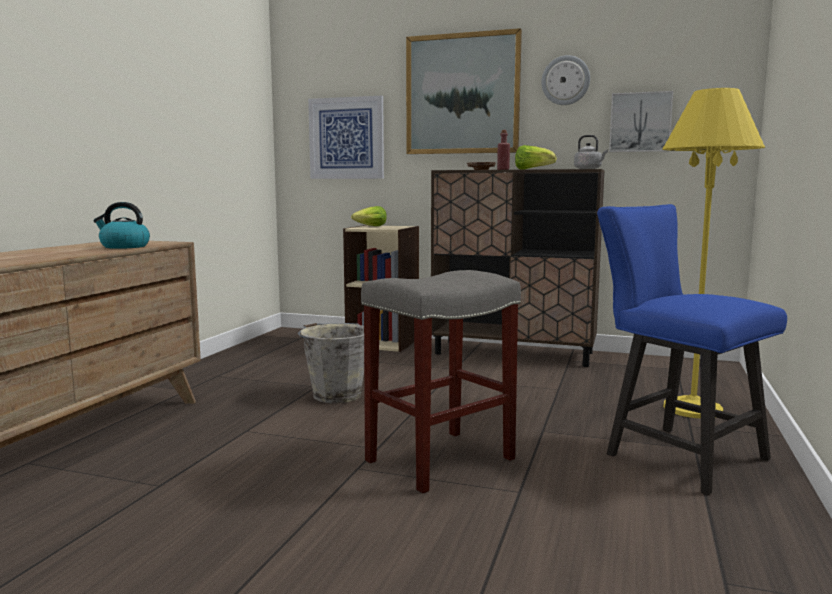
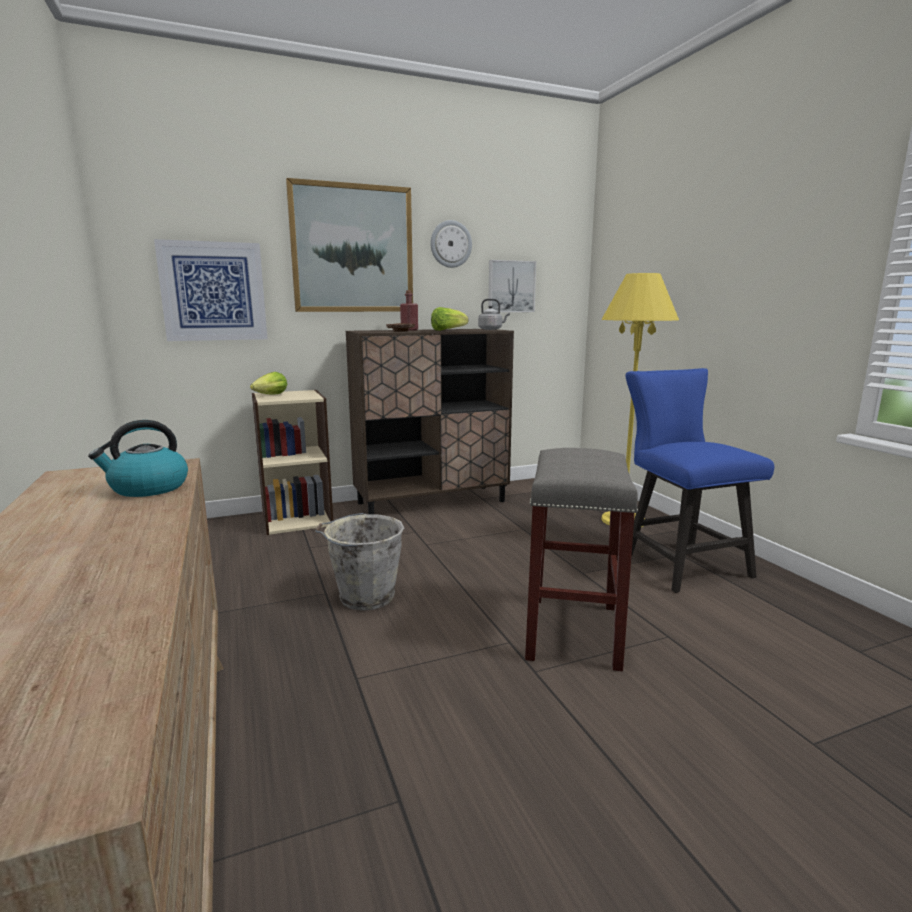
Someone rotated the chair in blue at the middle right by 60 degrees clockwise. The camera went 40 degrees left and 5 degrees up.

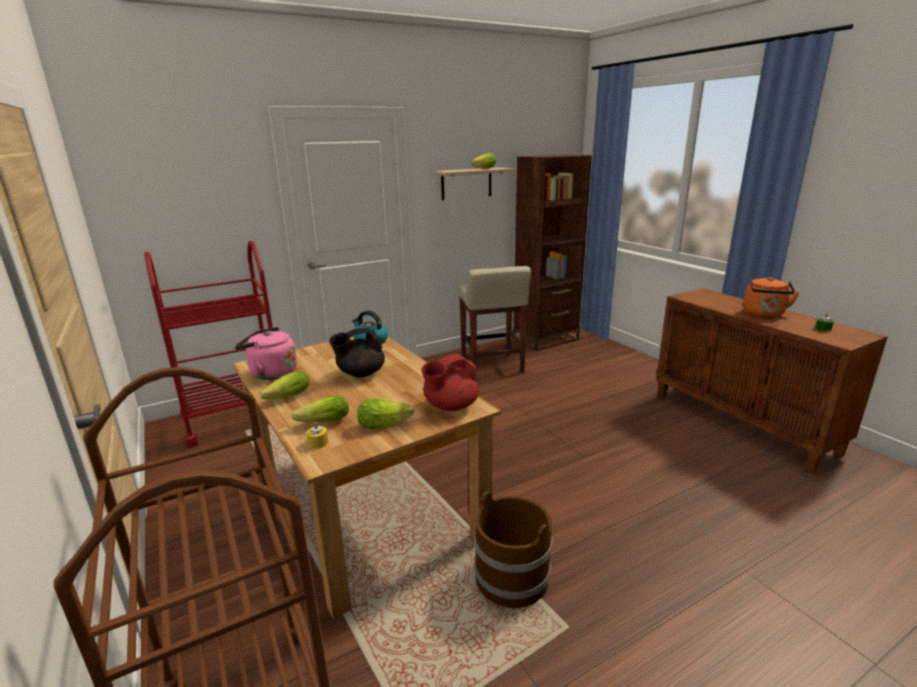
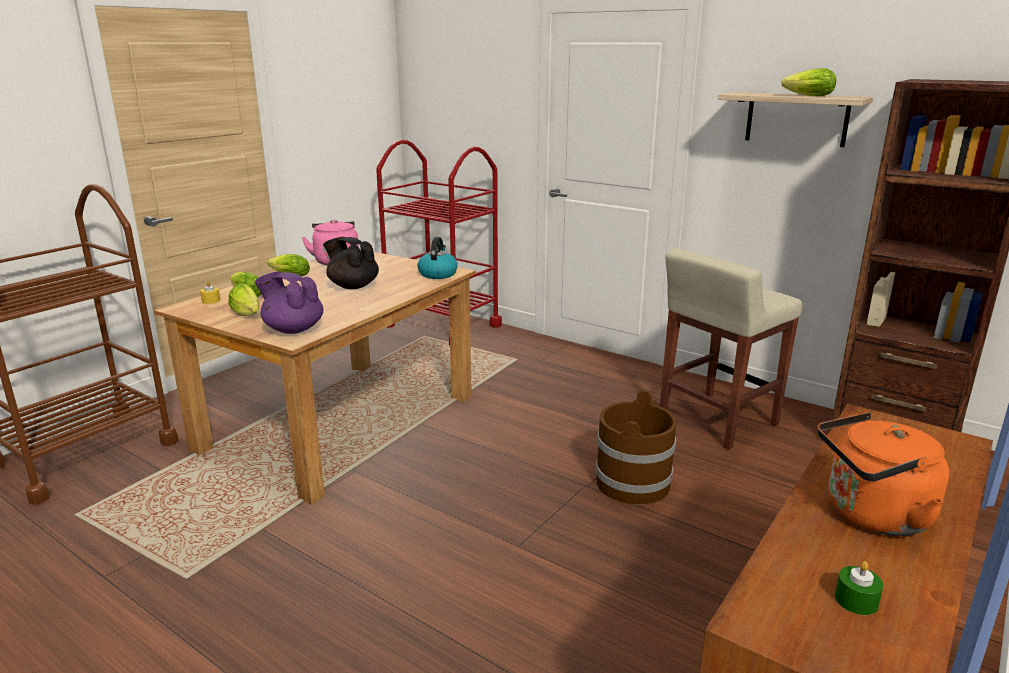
Someone repainted the teapot in red at the centre, which became the teapot in purple at the middle left. Someone carried the bucket in brown from the bottom centre to the centre. The camera went 65 degrees right and 0 degrees up.

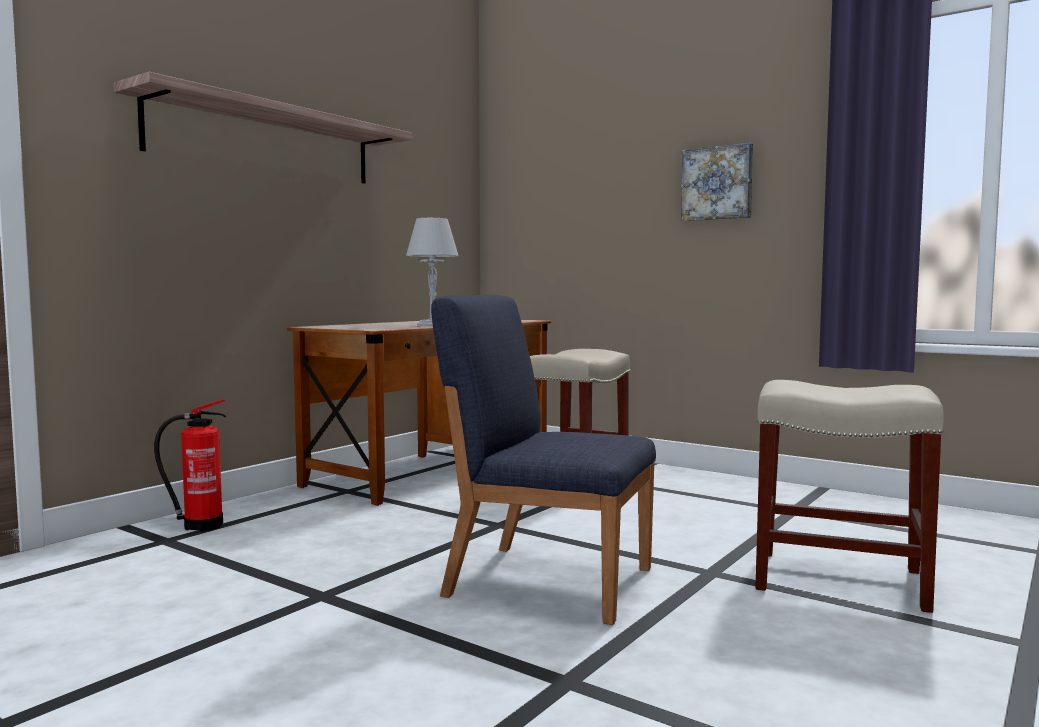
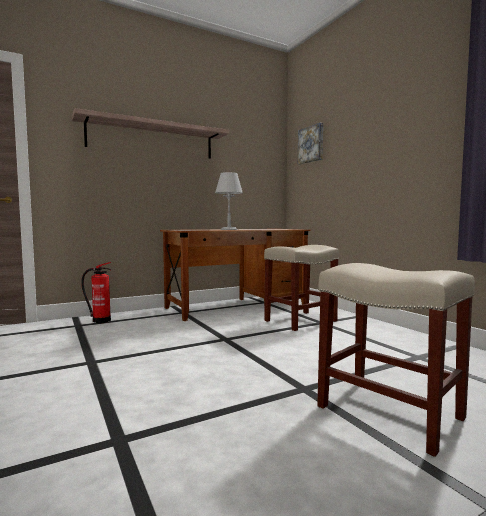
Someone carried the picture from the top right to the top centre. Someone took away the chair in blue at the centre. The camera went 25 degrees right and 0 degrees up.

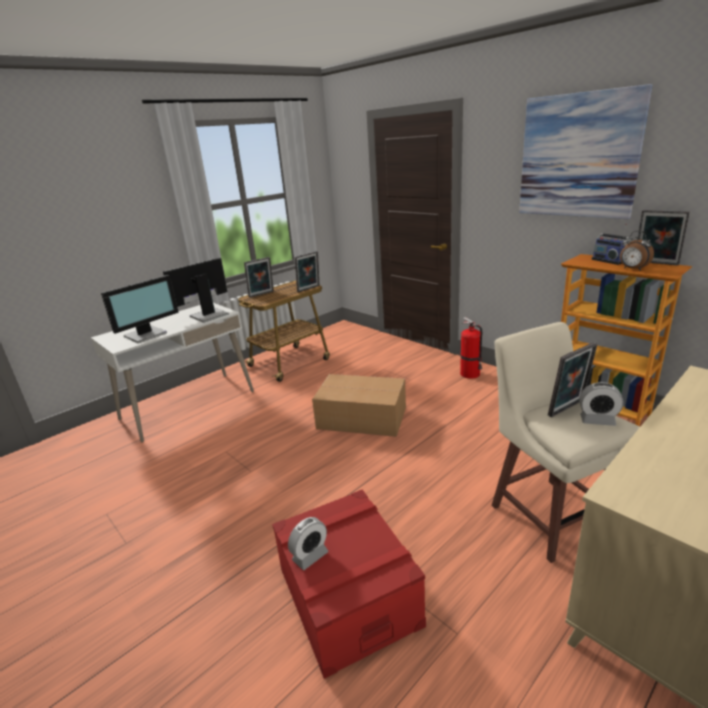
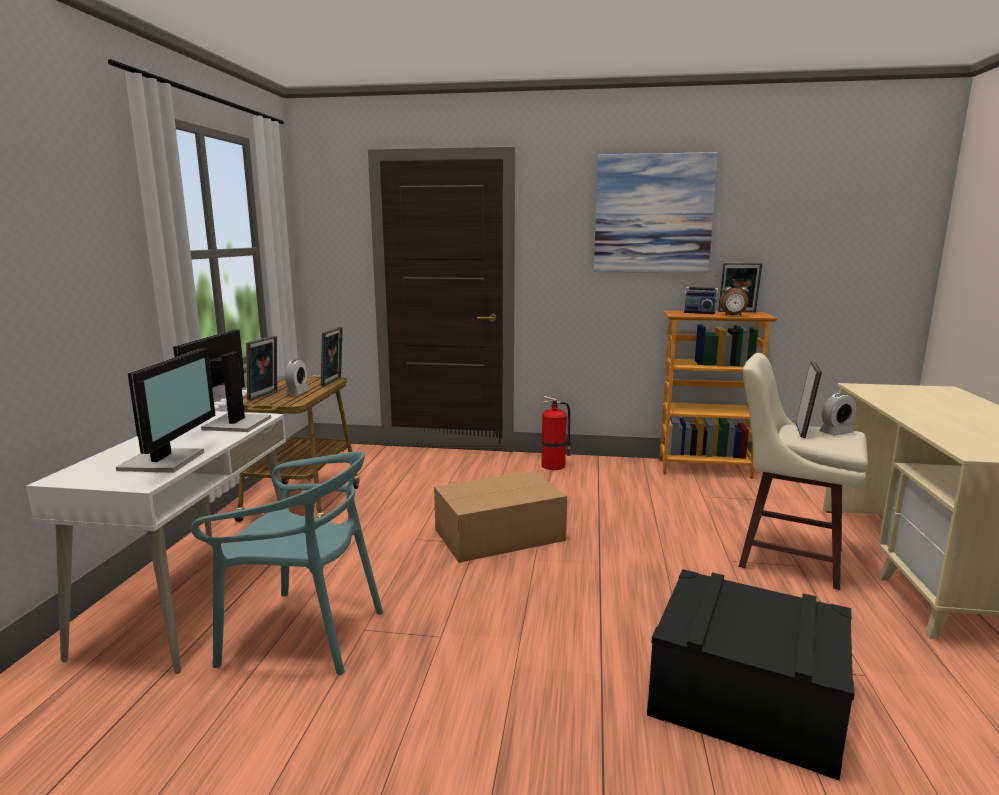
Someone repainted the storage box in red at the bottom centre, which became the storage box in black at the bottom right. Someone carried the alarm clock (no. 1 from left) from the bottom centre to the middle left. Someone put down the chair in turquoise at the bottom left. The camera went 40 degrees left and 10 degrees down.

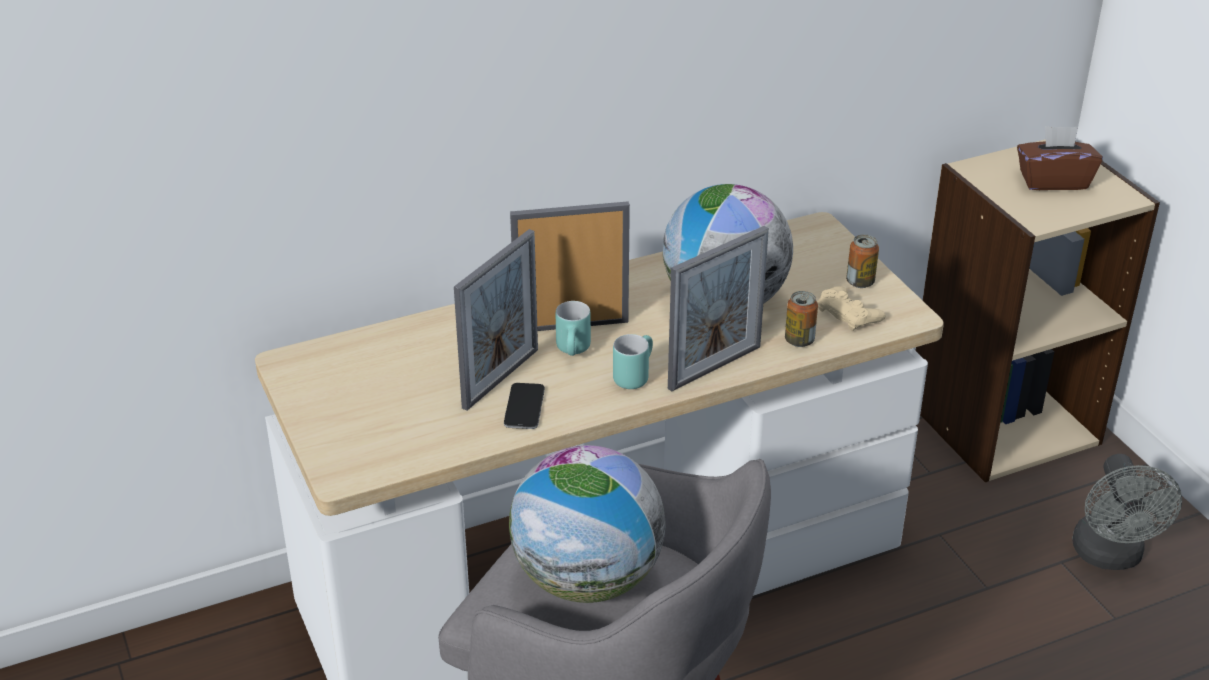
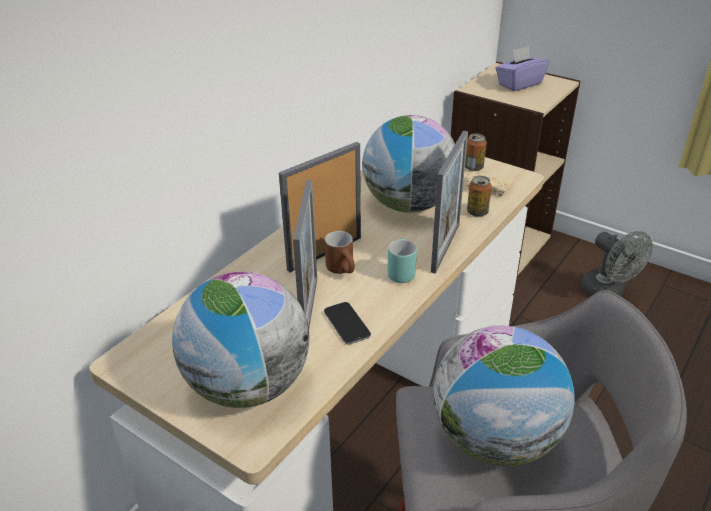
Someone repainted the tissue box in brown at the top right, which became the tissue box in purple at the top right. Someone repainted the mug in turquoise (no. 1 from left) at the centre, which became the mug in brown at the centre. Someone put down the globe (no. 1 from left) at the centre. The camera went 30 degrees left and 0 degrees up.

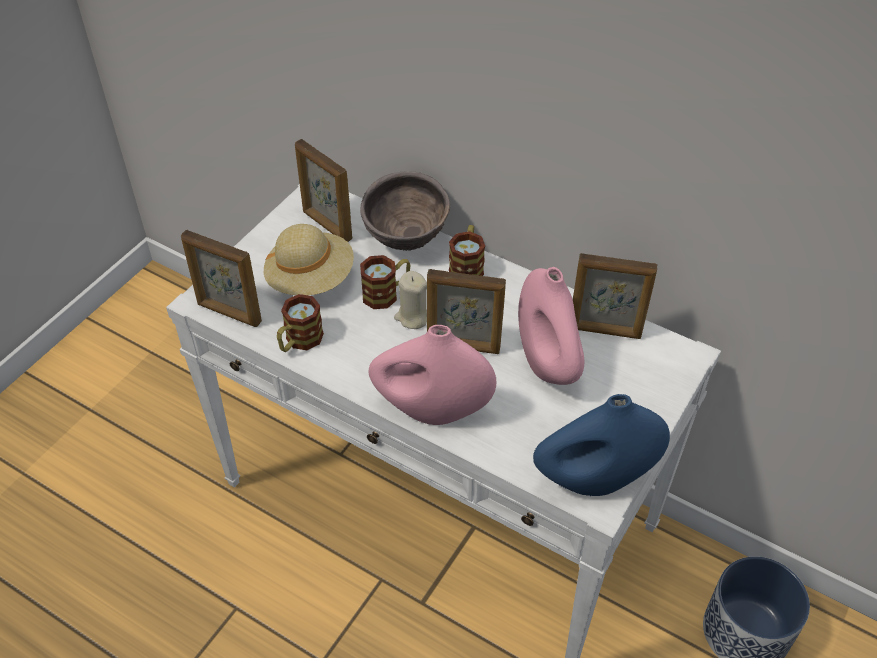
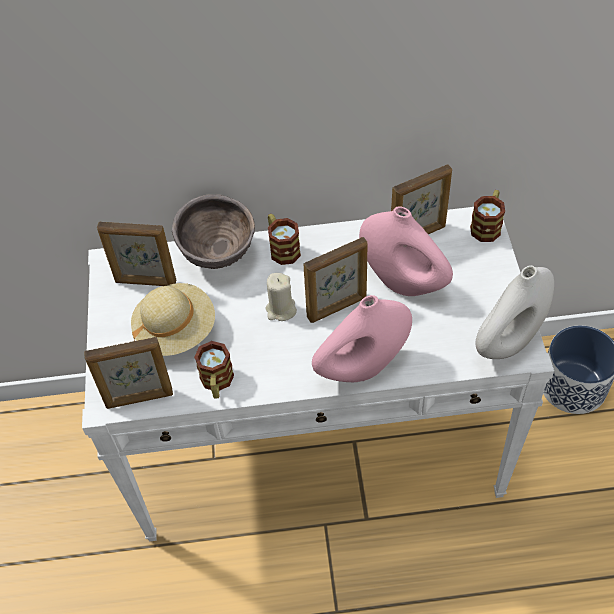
Someone carried the mug (no. 2 from left in the first image) from the centre to the middle right. Someone repainted the vase in blue at the bottom right, which became the vase in white at the middle right. The camera went 35 degrees left and 5 degrees up.

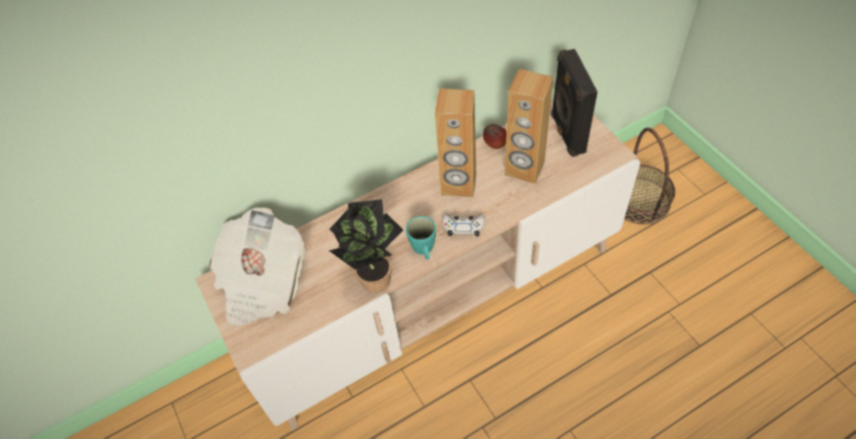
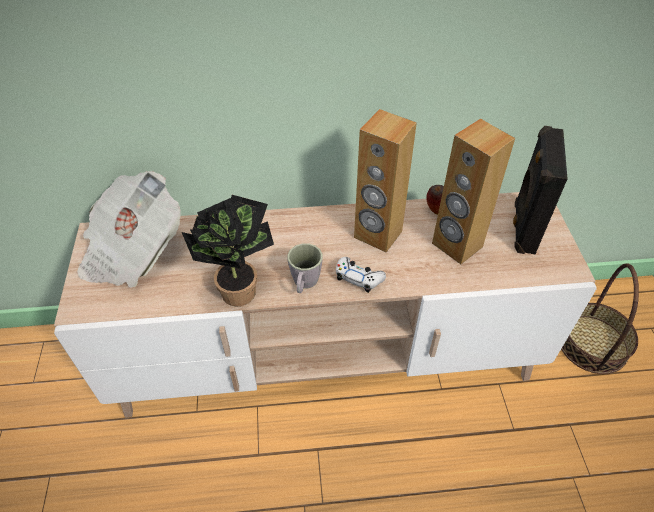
Someone repainted the mug in turquoise at the centre, which became the mug in grey at the centre. The camera went 20 degrees right and 5 degrees down.

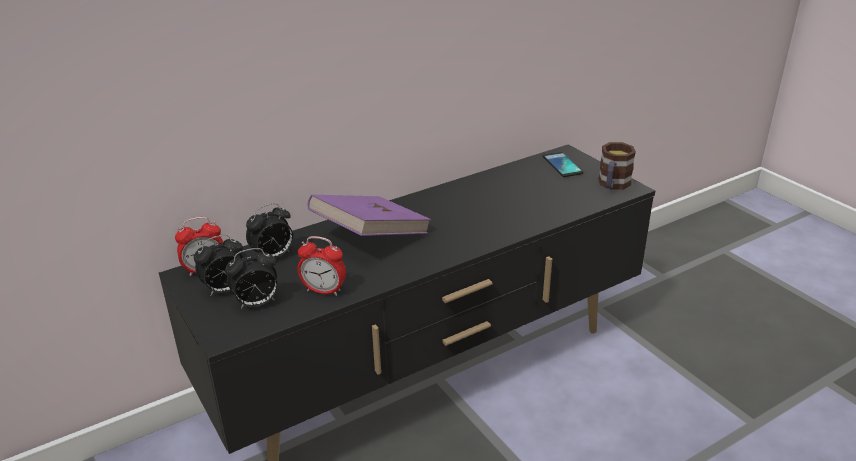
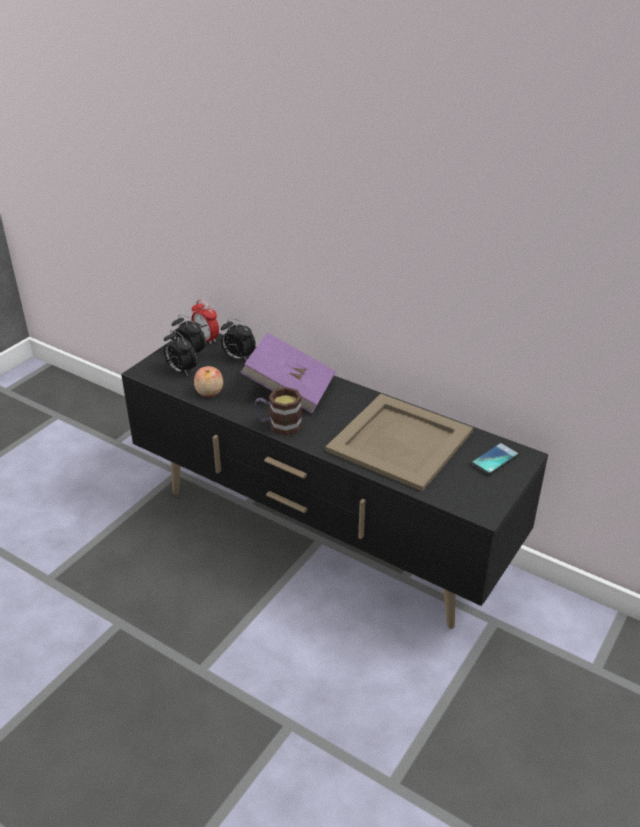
Someone carried the mug from the middle right to the centre. Someone swapped the alarm clock (no. 5 from left) at the centre for the apple at the middle left. Someone put down the tray in beige at the centre. The camera went 65 degrees right and 5 degrees up.

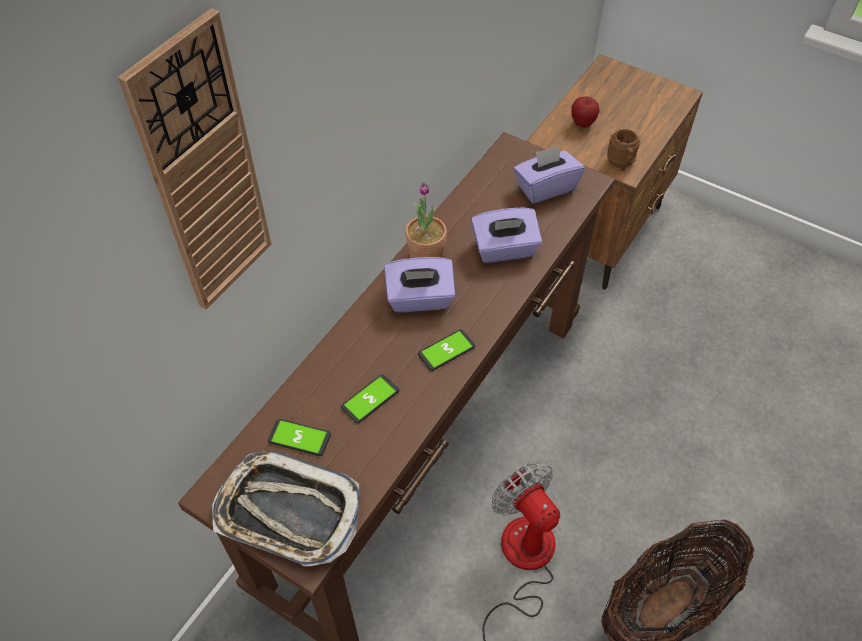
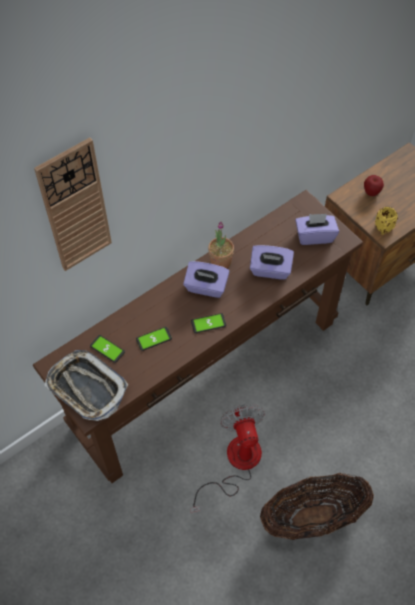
Someone repainted the mug in brown at the top right, which became the mug in yellow at the middle right. The camera went 20 degrees right and 5 degrees up.

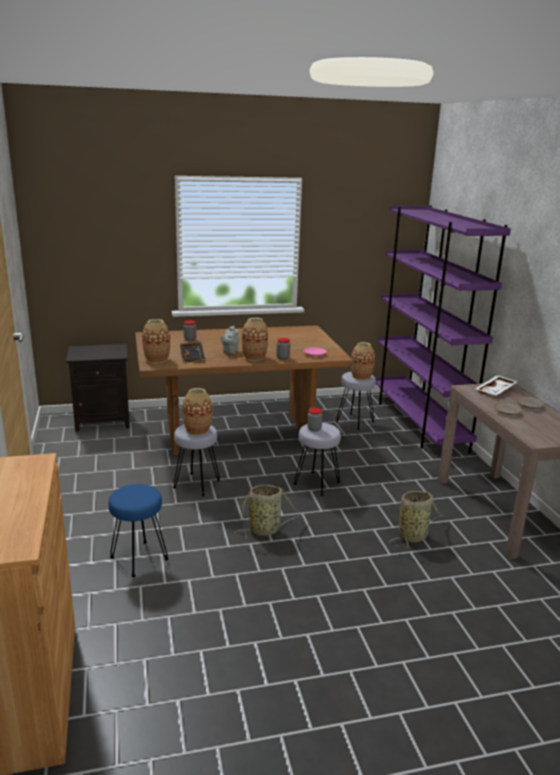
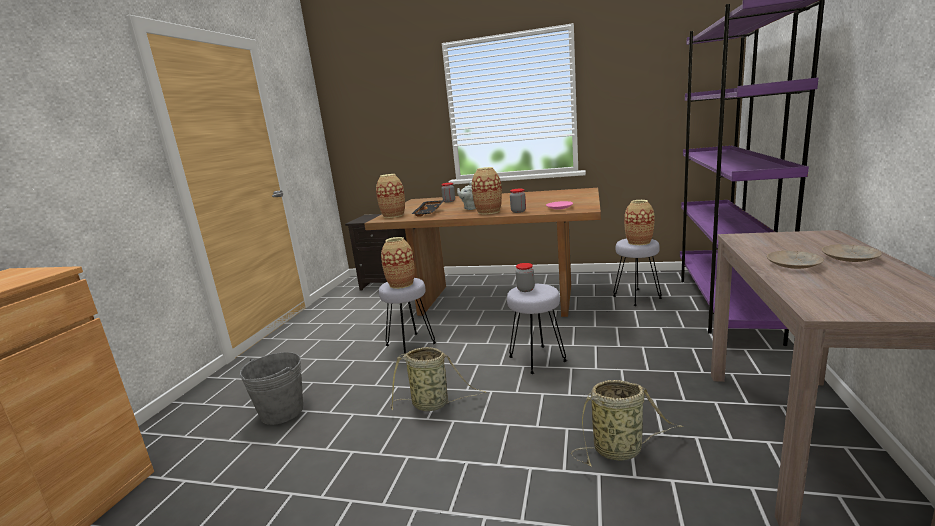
Someone took away the tray in white at the middle right. Someone swapped the stool in blue at the bottom left for the bucket in grey at the bottom left. The camera went 30 degrees right and 5 degrees down.

